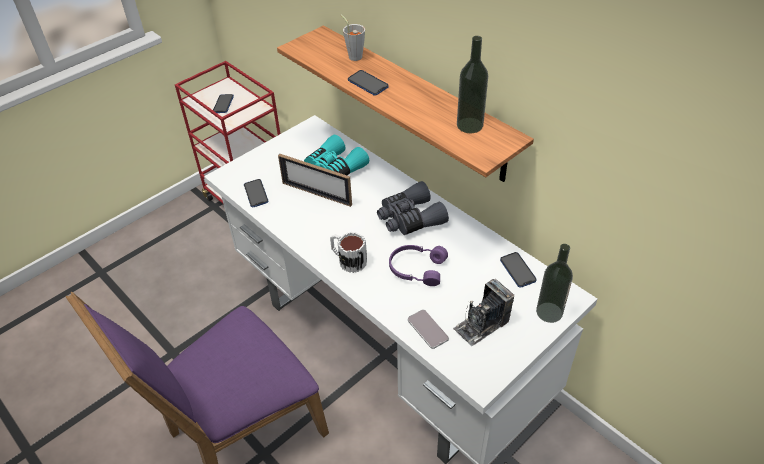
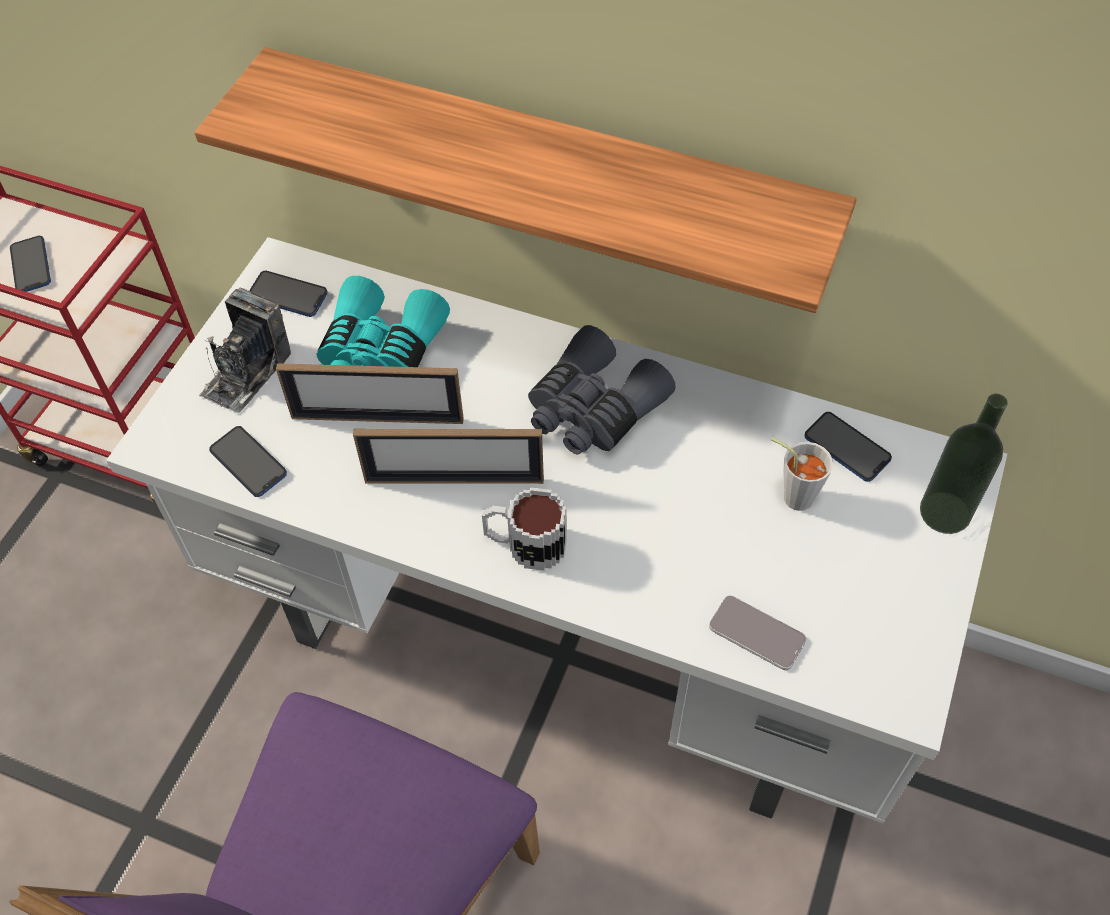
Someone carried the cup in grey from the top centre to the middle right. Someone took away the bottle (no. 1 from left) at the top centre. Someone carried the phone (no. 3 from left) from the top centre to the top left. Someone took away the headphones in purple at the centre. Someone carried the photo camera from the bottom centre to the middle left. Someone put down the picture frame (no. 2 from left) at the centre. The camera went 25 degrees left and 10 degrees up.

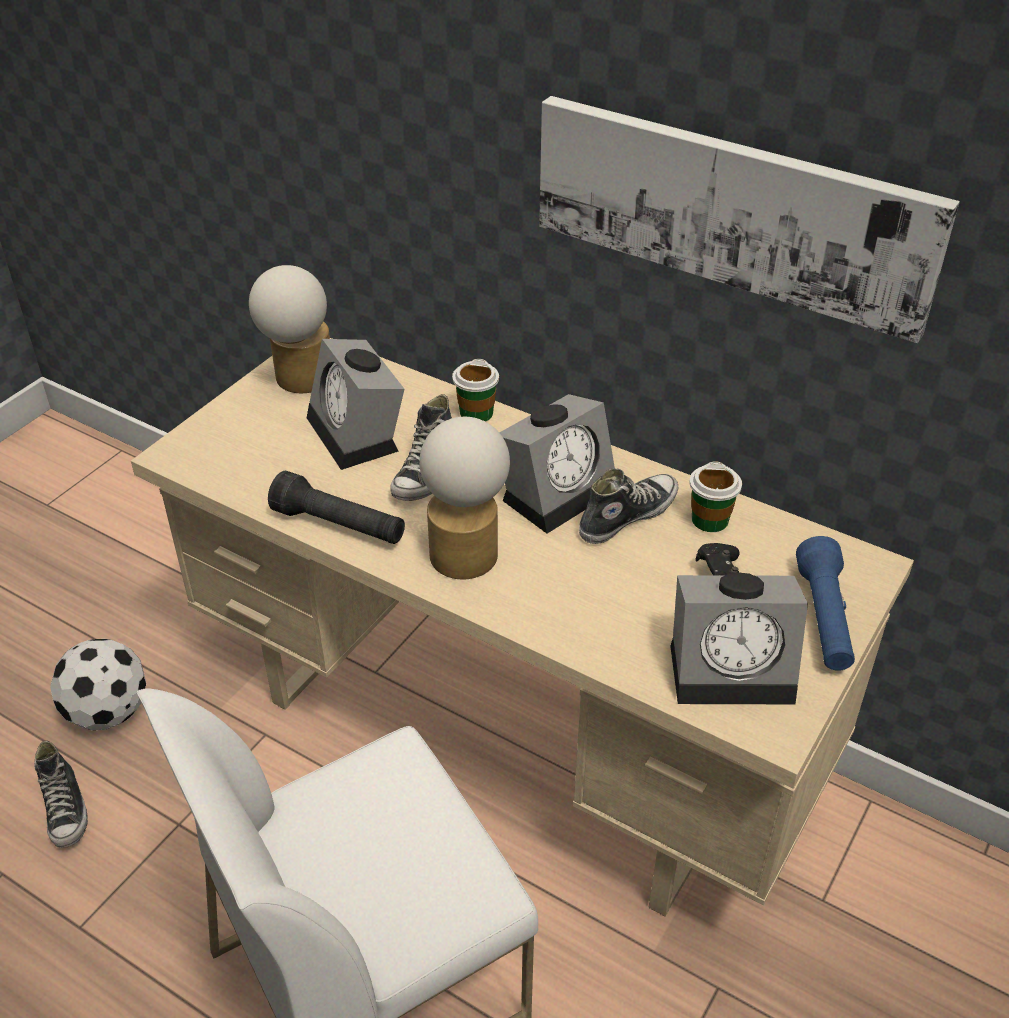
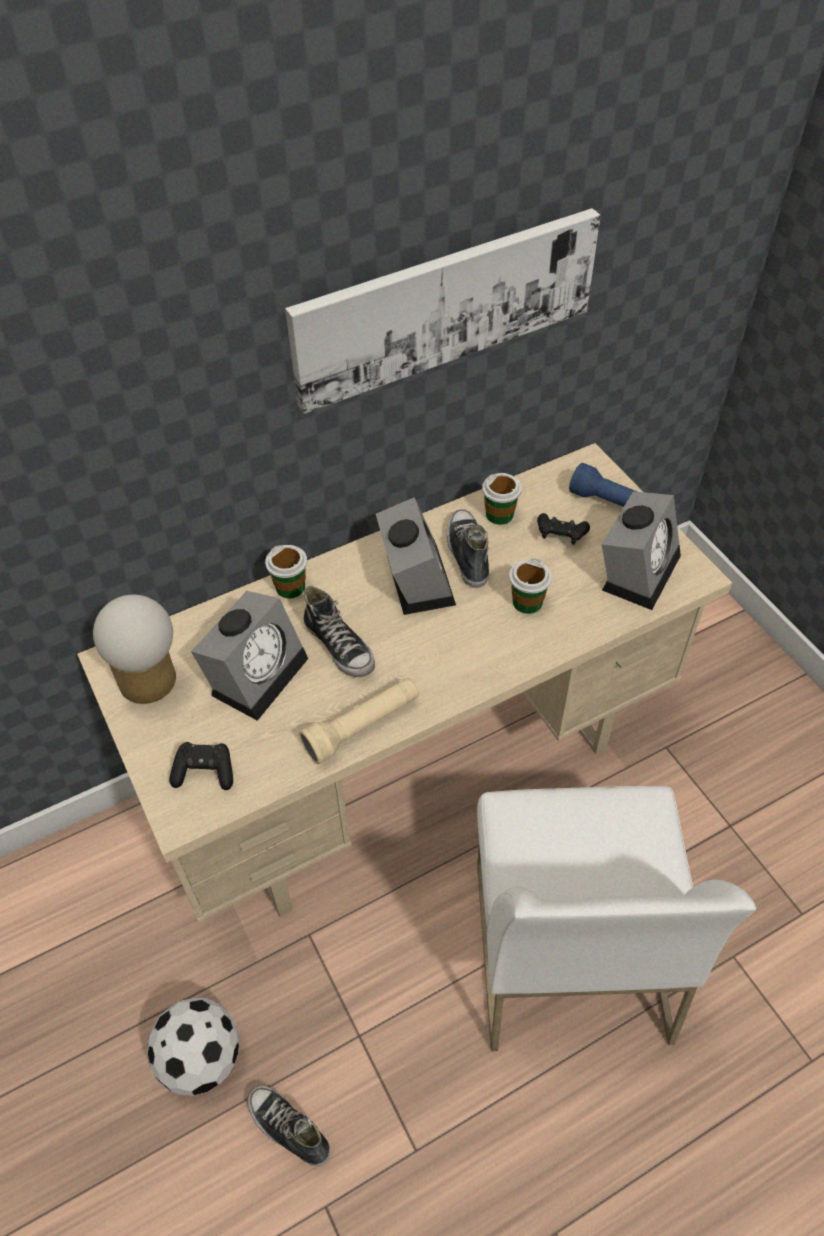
Someone rotated the alarm clock (no. 1 from left) at the centre by 60 degrees counterclockwise. Someone took away the table lamp (no. 2 from left) at the centre. Someone repainted the flashlight in black at the middle left, which became the flashlight in beige at the centre. Someone rotated the shoe (no. 1 from left) at the bottom left by 150 degrees counterclockwise. Someone put down the cup (no. 3 from left) at the centre. Someone put down the game controller in black (no. 1 from left) at the middle left. The camera went 60 degrees left and 10 degrees up.

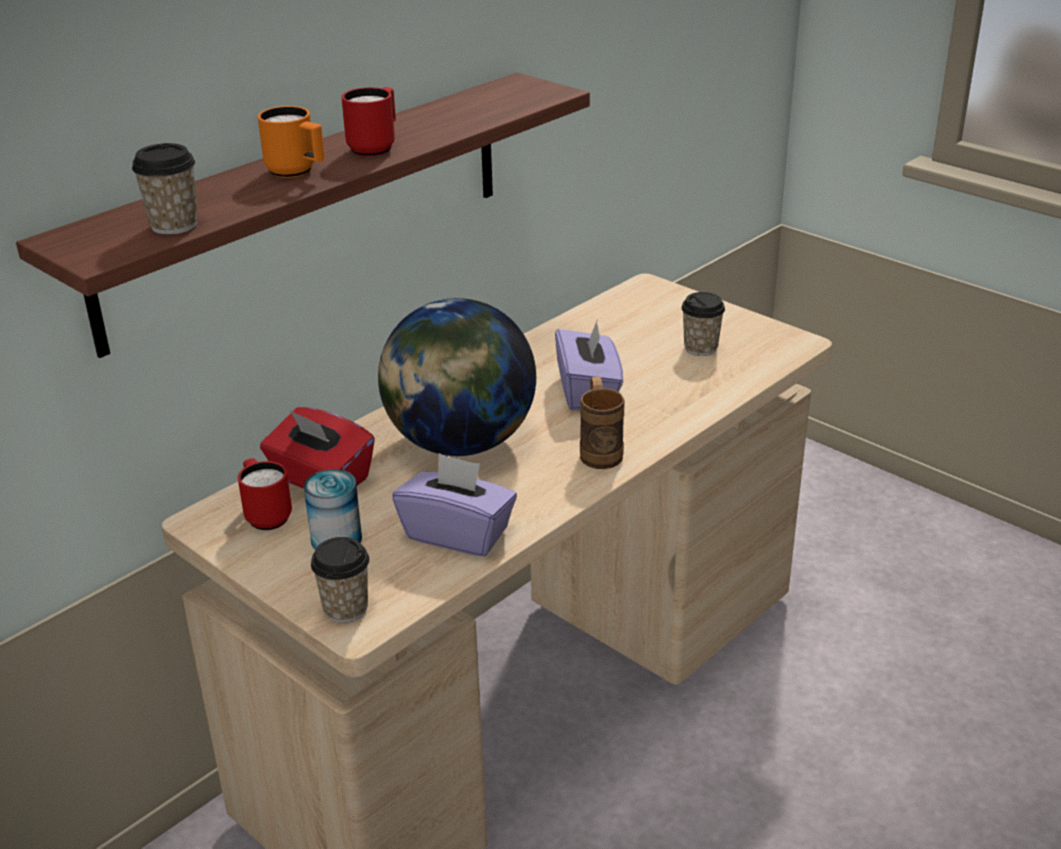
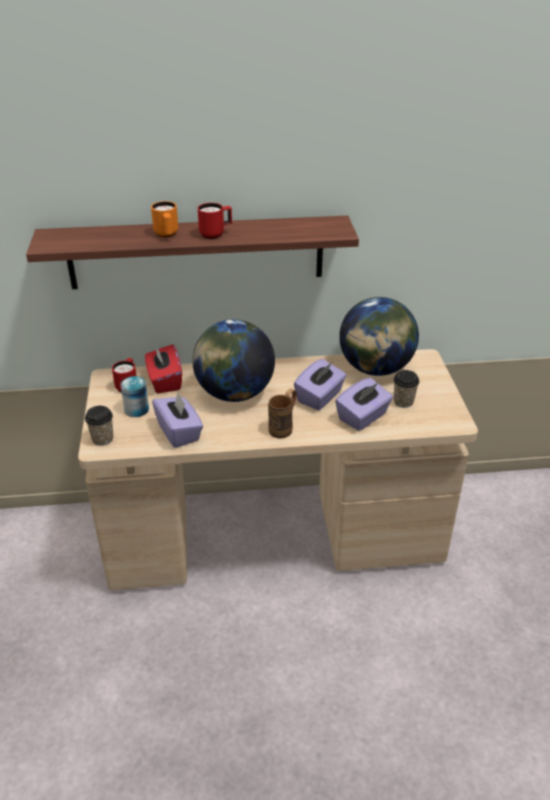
Someone took away the cup (no. 1 from left) at the top left. Someone put down the globe (no. 2 from left) at the middle right. Someone put down the tissue box in purple (no. 3 from left) at the centre. The camera went 40 degrees right and 5 degrees up.

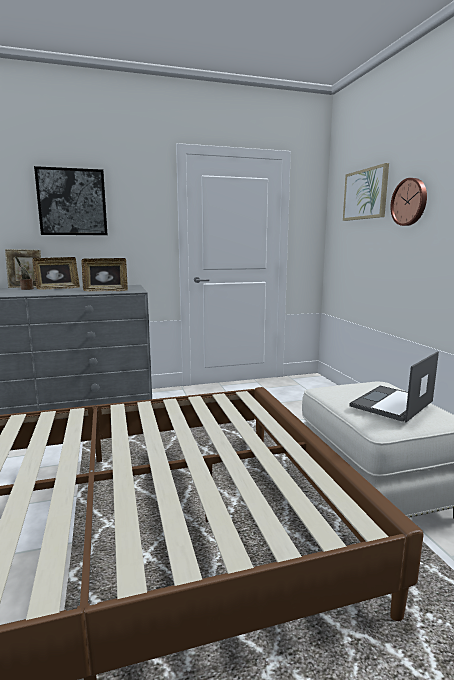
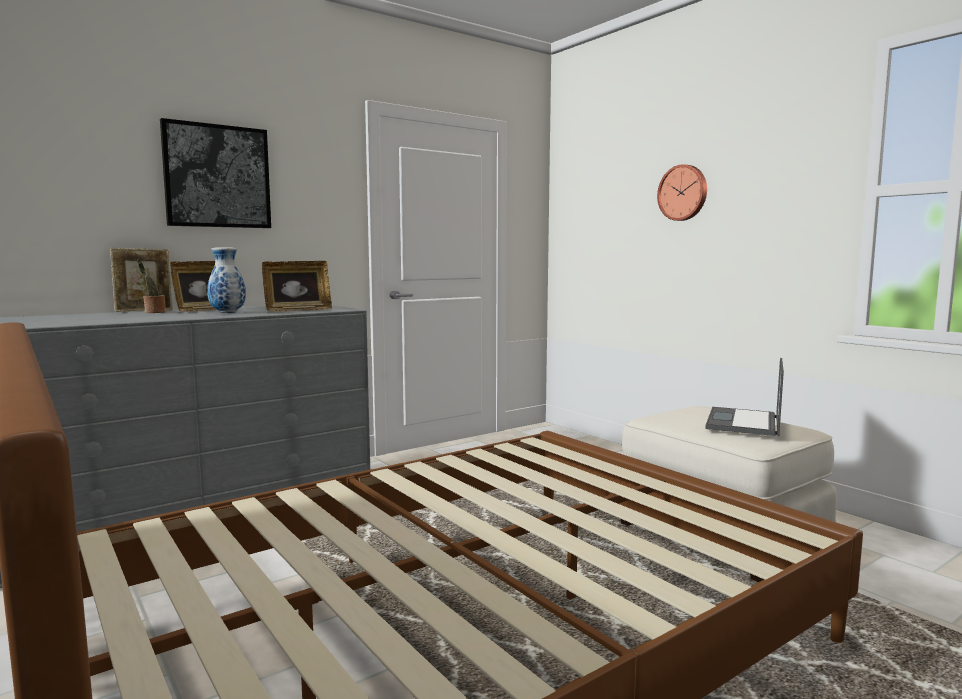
Someone took away the picture (no. 2 from left) at the top right. Someone put down the vase at the middle left. The camera went 20 degrees left and 5 degrees down.

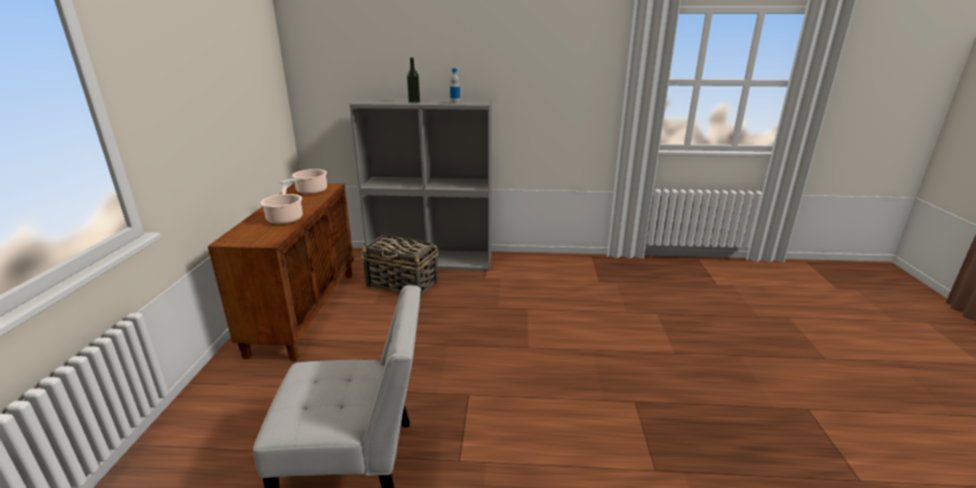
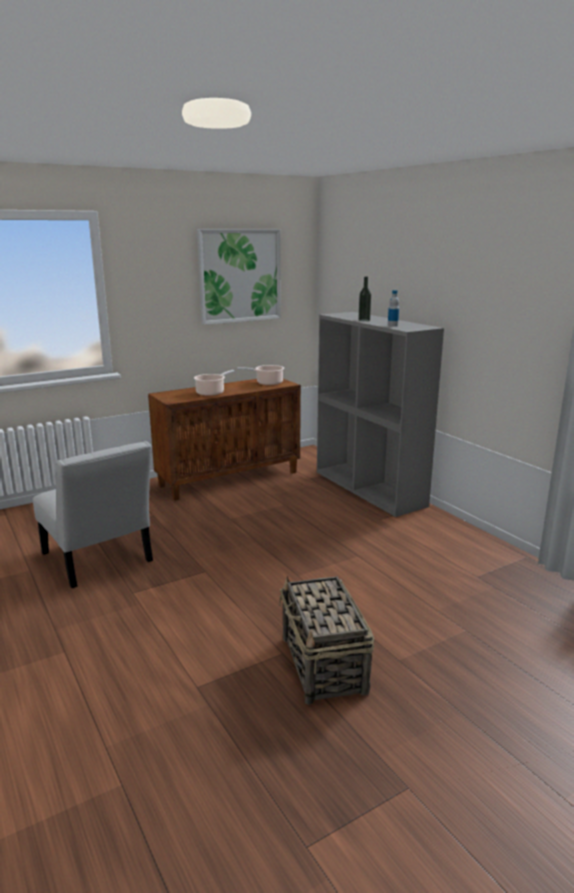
Someone carried the basket from the centre to the bottom centre. Someone put up the picture at the top centre. The camera went 55 degrees right and 5 degrees down.

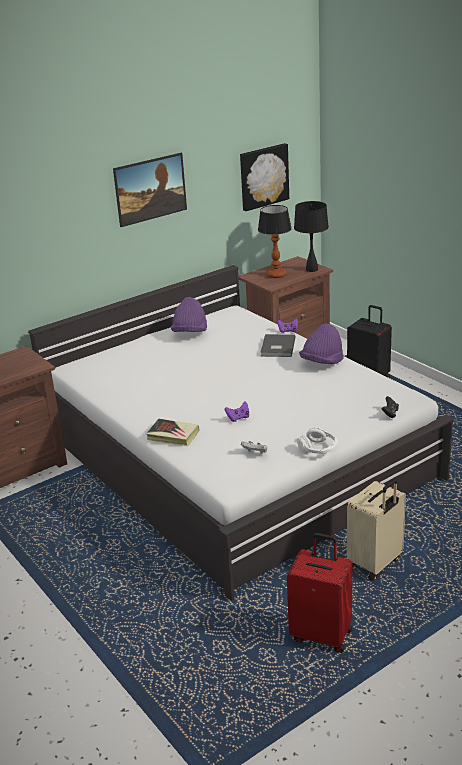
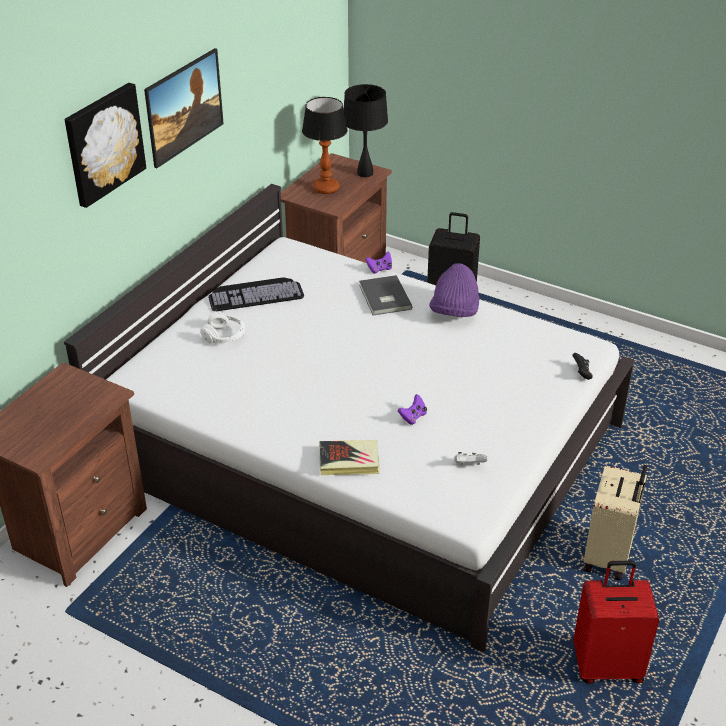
Someone carried the picture (no. 2 from left in the first image) from the top centre to the top left. Someone swapped the hat in purple (no. 1 from left) at the centre for the keyboard at the centre. Someone carried the headphones in white from the middle right to the middle left. The camera went 25 degrees left and 10 degrees up.

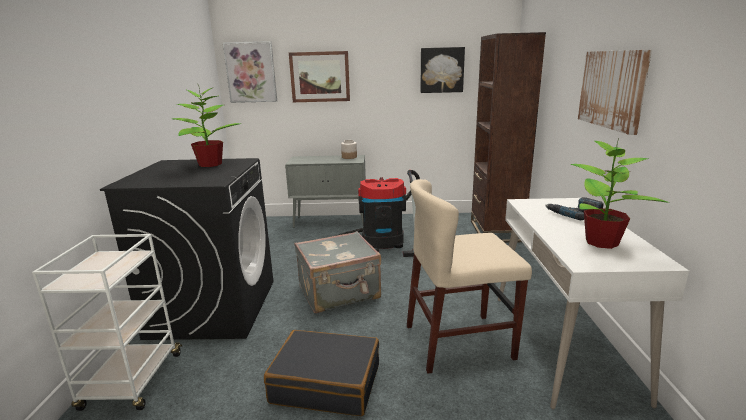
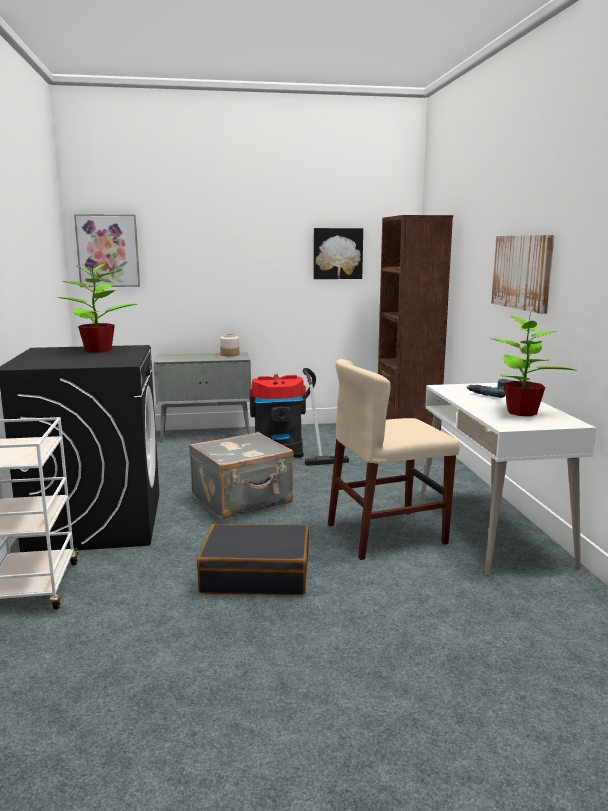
Someone took away the picture (no. 2 from left) at the top centre. The camera went 10 degrees left and 5 degrees down.

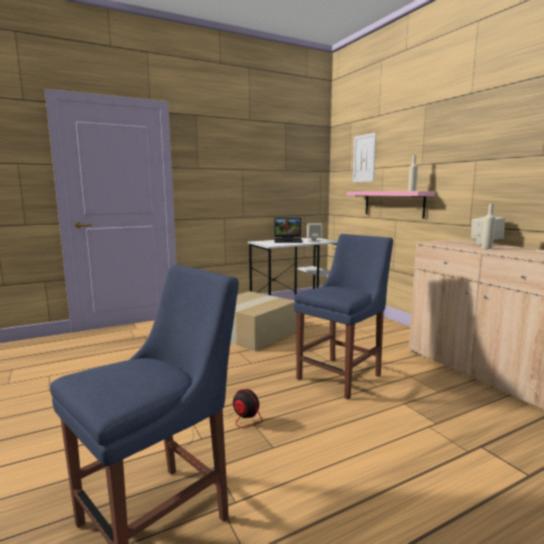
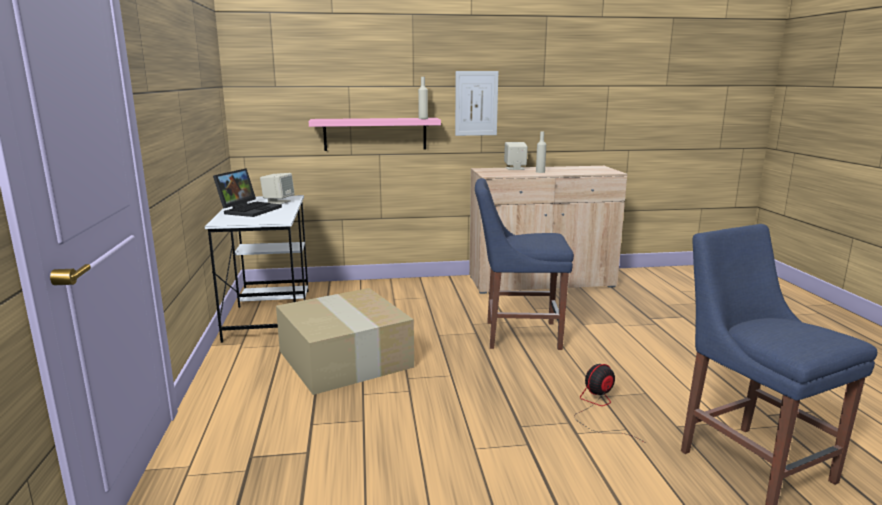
Someone carried the picture from the top right to the top centre. Someone rotated the chair in blue (no. 2 from left in the first image) at the centre by 60 degrees counterclockwise. The camera went 70 degrees left and 5 degrees up.

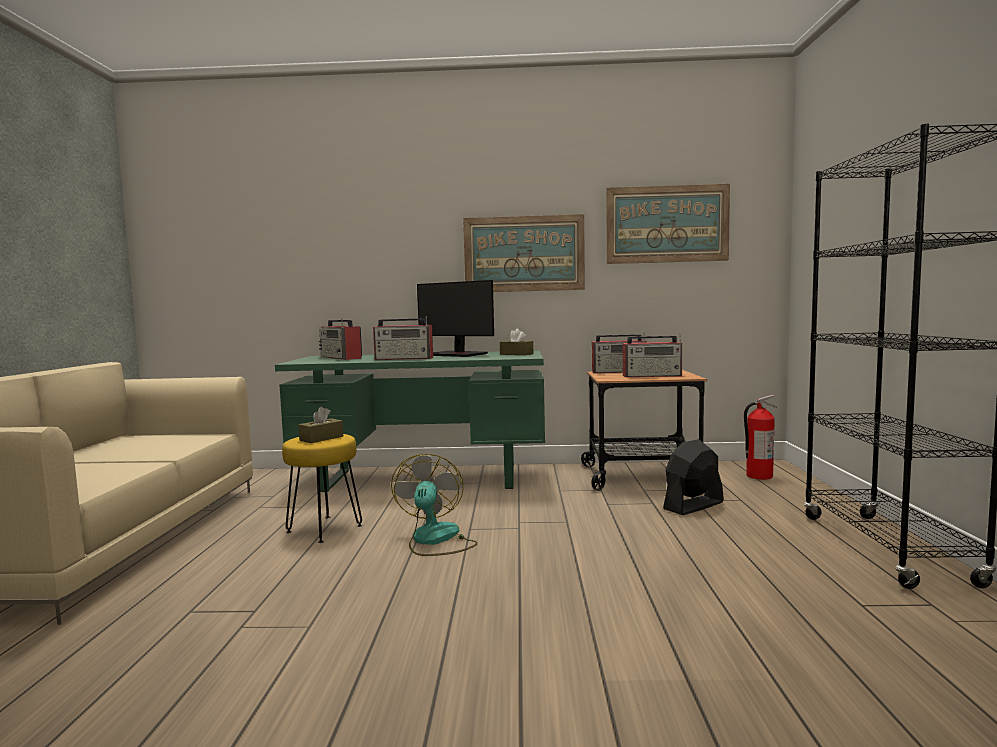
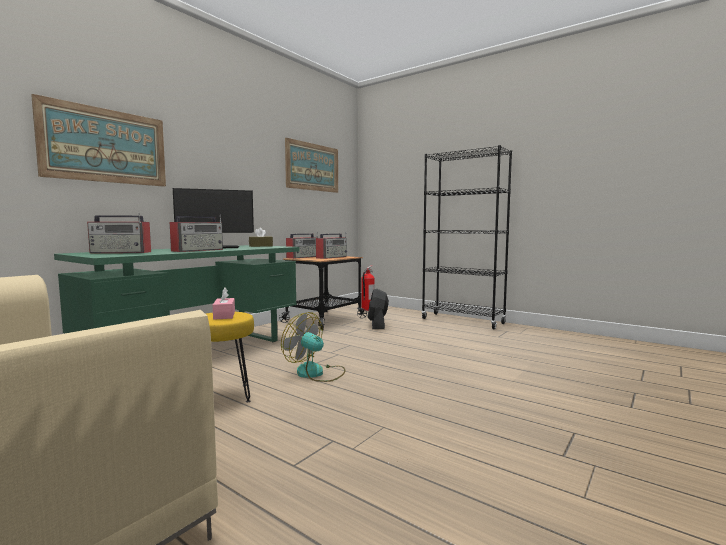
Someone carried the picture (no. 1 from left) from the centre to the top left. Someone repainted the tissue box in brown (no. 1 from left) at the middle left, which became the tissue box in pink at the middle left. The camera went 55 degrees left and 0 degrees up.

